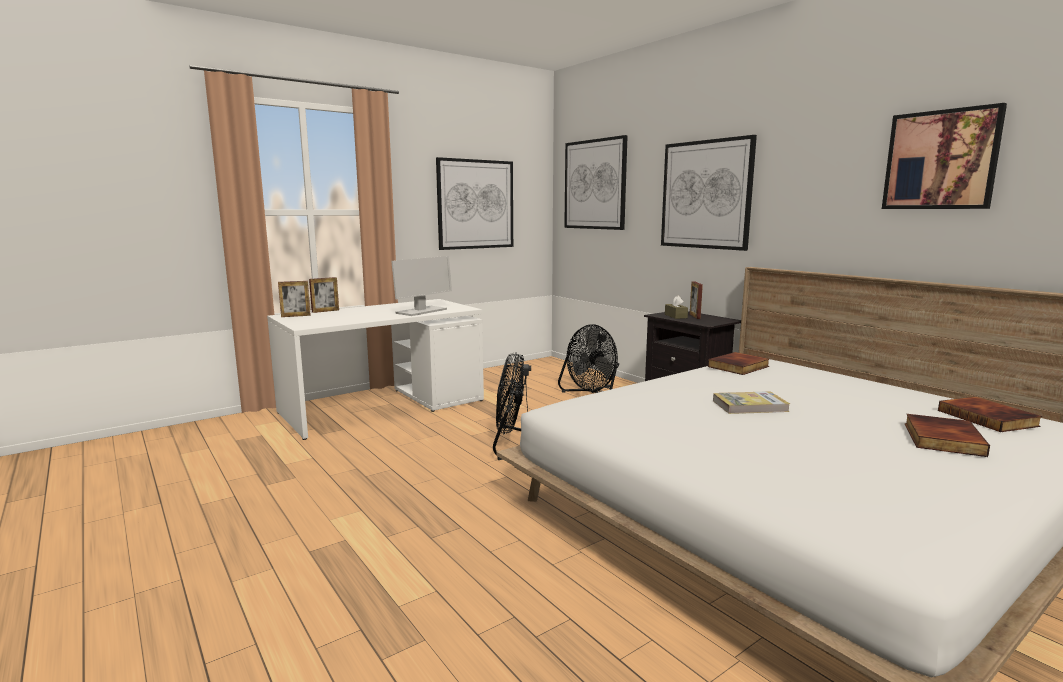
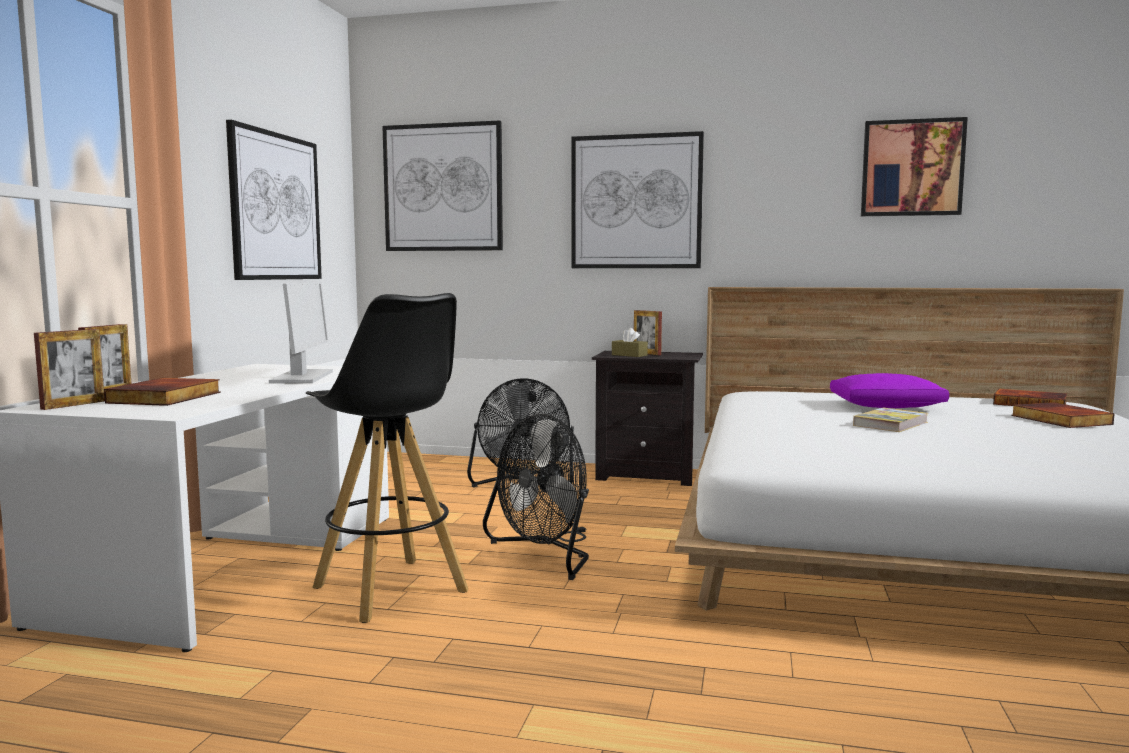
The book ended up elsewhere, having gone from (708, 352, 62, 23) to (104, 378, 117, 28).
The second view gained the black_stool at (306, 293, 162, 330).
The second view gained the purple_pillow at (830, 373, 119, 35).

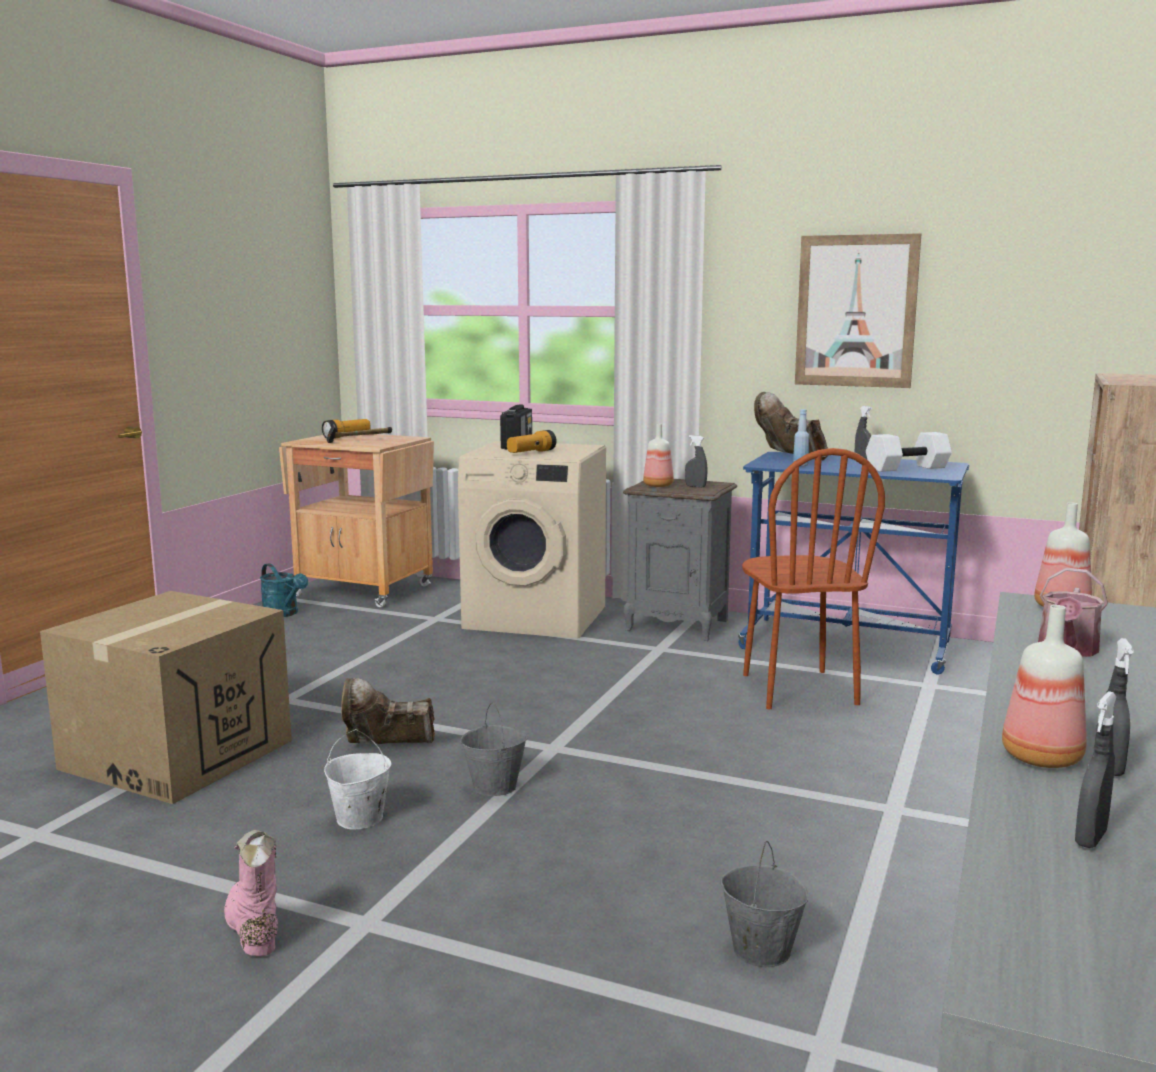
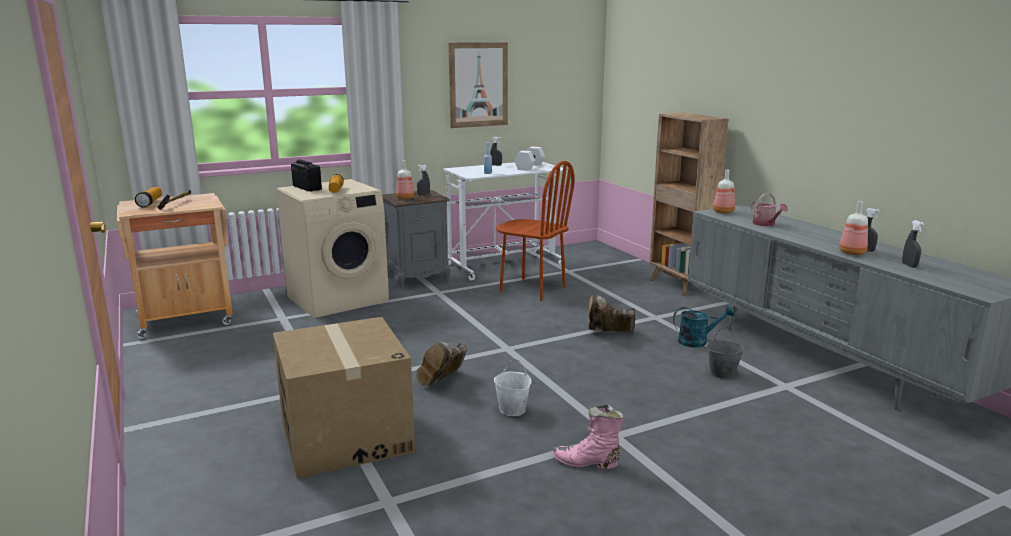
The brown_boot ended up elsewhere, having gone from (754, 392, 74, 68) to (589, 295, 46, 37).
What was the blue_desk at (738, 452, 231, 223) turned into the white_desk at (444, 162, 123, 118).
The turquoise_watering_can ended up elsewhere, having gone from (260, 563, 48, 54) to (673, 305, 62, 42).
The second view lost the grey_bucket at (461, 702, 67, 94).

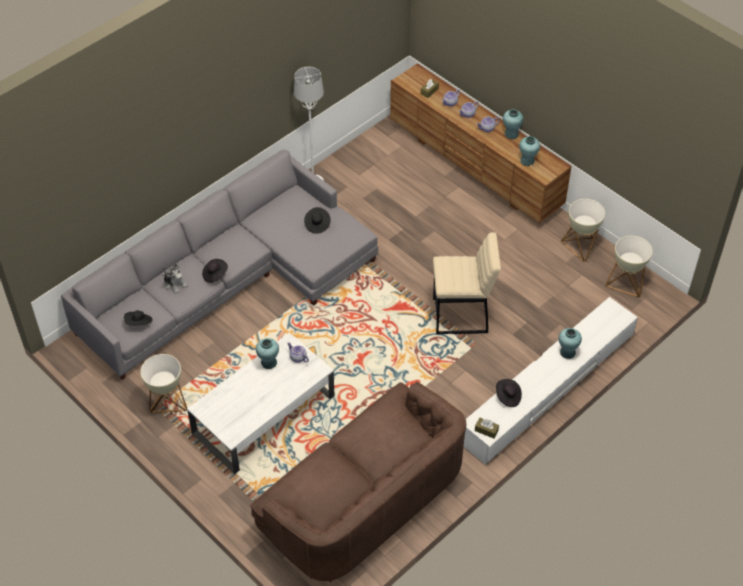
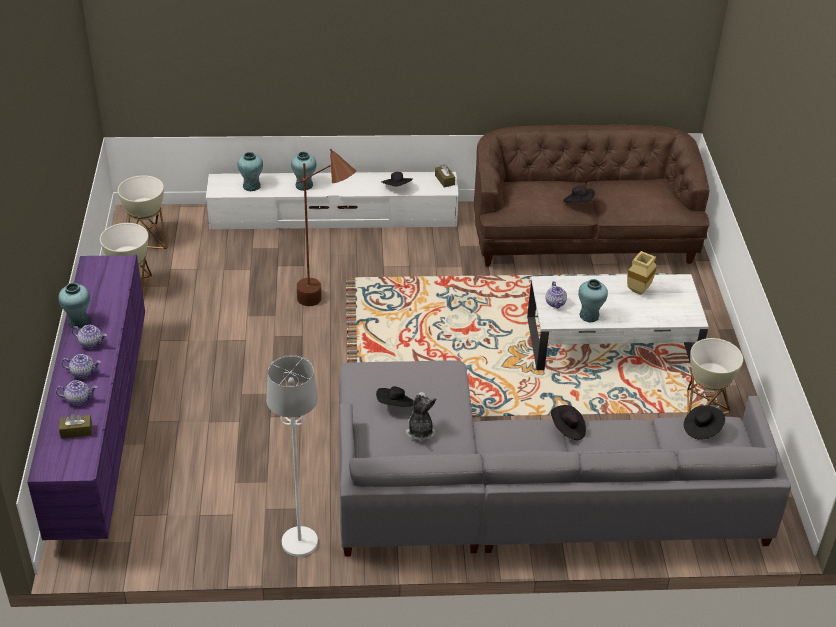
What was the brown_cabinet at (390, 63, 182, 160) turned into the purple_cabinet at (27, 254, 118, 286).
The turquoise_vase ended up elsewhere, having gone from (519, 136, 21, 30) to (237, 152, 26, 39).
Where the beige_stool stood at (433, 232, 68, 102), the brown_floor_lamp came to stand at (297, 149, 59, 157).
The plush_toy ended up elsewhere, having gone from (163, 264, 25, 30) to (406, 392, 31, 49).
The second view gained the black_hat at (563, 186, 32, 16).
The second view gained the beige_vase at (627, 251, 30, 44).

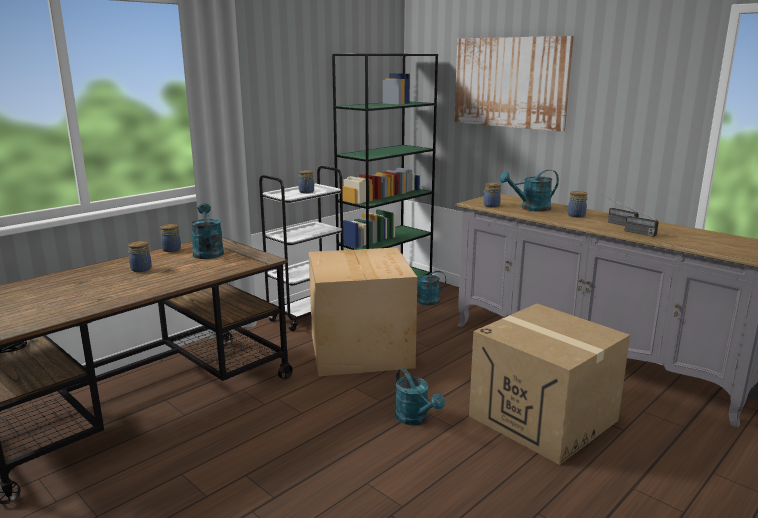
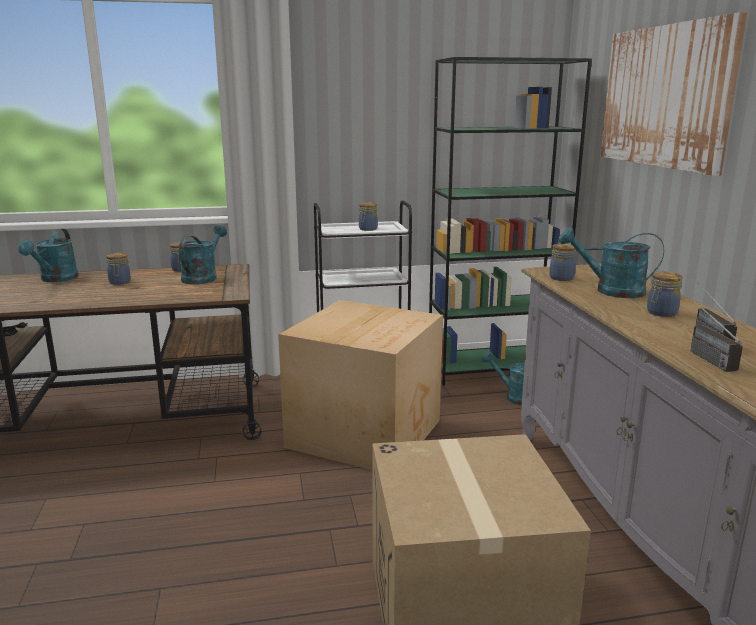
The turquoise_watering_can ended up elsewhere, having gone from (395, 368, 50, 57) to (18, 229, 61, 53).

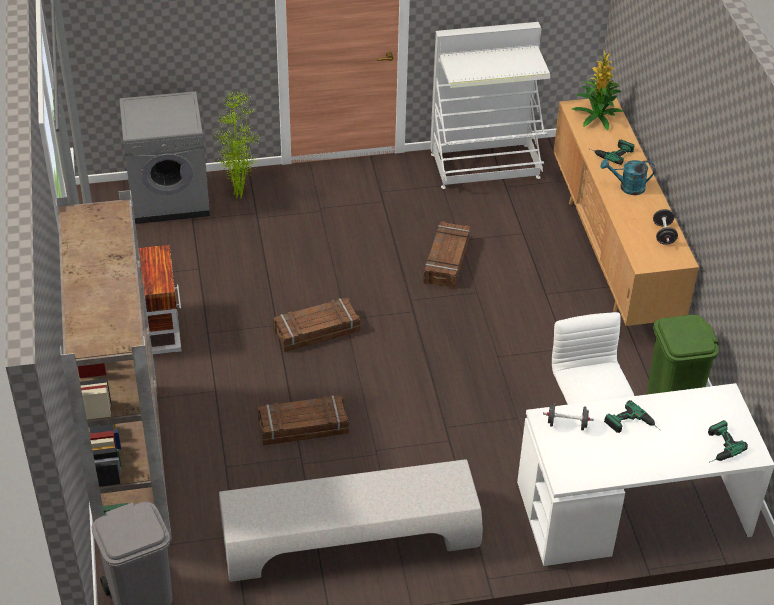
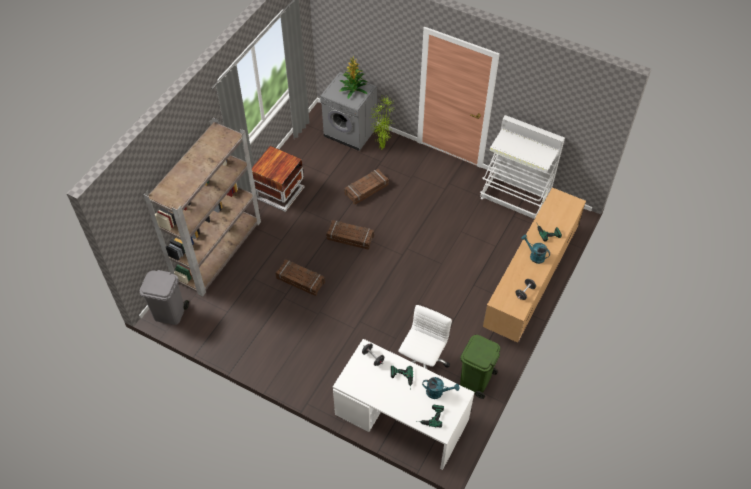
The potted_plant ended up elsewhere, having gone from (572, 50, 52, 80) to (339, 55, 28, 44).
The crate ended up elsewhere, having gone from (423, 221, 47, 68) to (344, 169, 45, 36).
The second view lost the grey_bench at (219, 459, 263, 123).
The second view gained the turquoise_watering_can at (422, 377, 37, 22).

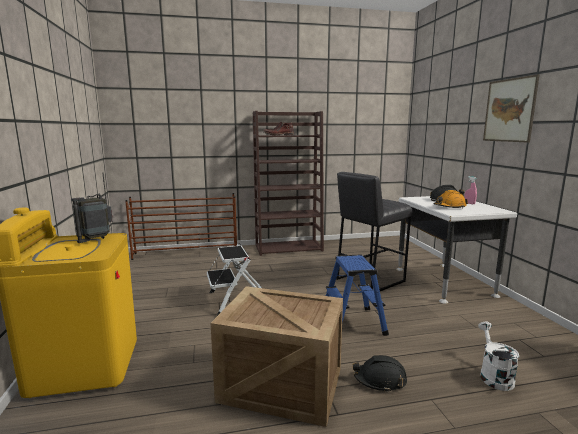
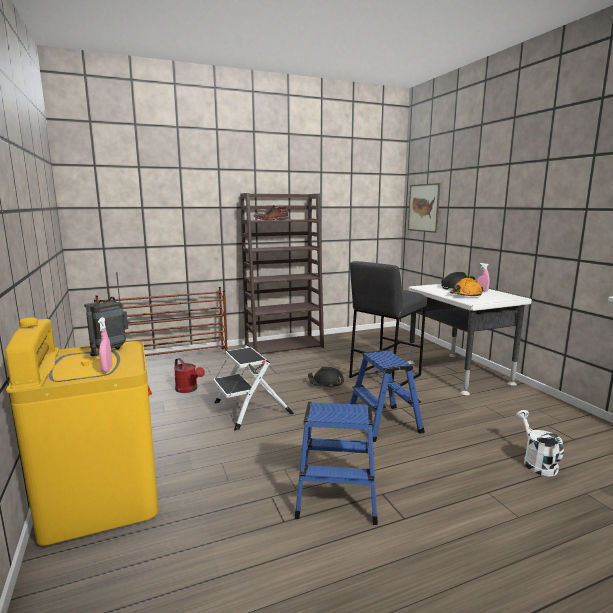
The picture ended up elsewhere, having gone from (483, 74, 57, 69) to (408, 183, 32, 50).
Where the crate stood at (211, 286, 132, 141), the blue_step_ladder came to stand at (295, 402, 83, 123).
The black_hard_hat ended up elsewhere, having gone from (352, 355, 55, 38) to (308, 367, 36, 21).
The second view gained the pink_spray_bottle at (98, 317, 15, 55).
The second view gained the red_watering_can at (174, 358, 31, 35).

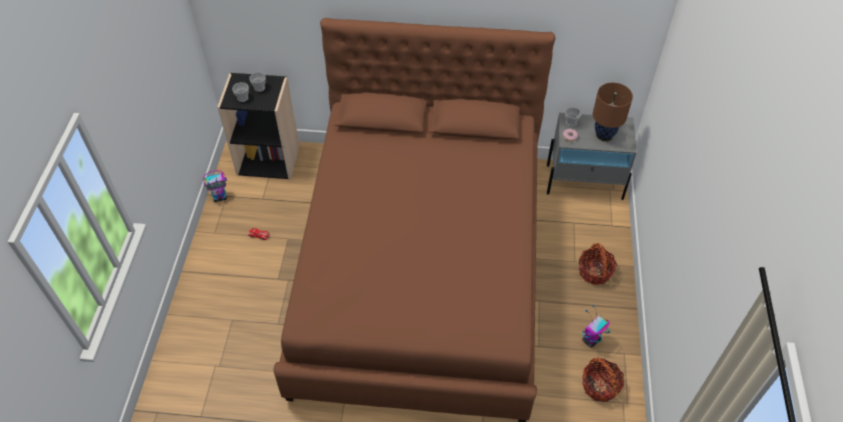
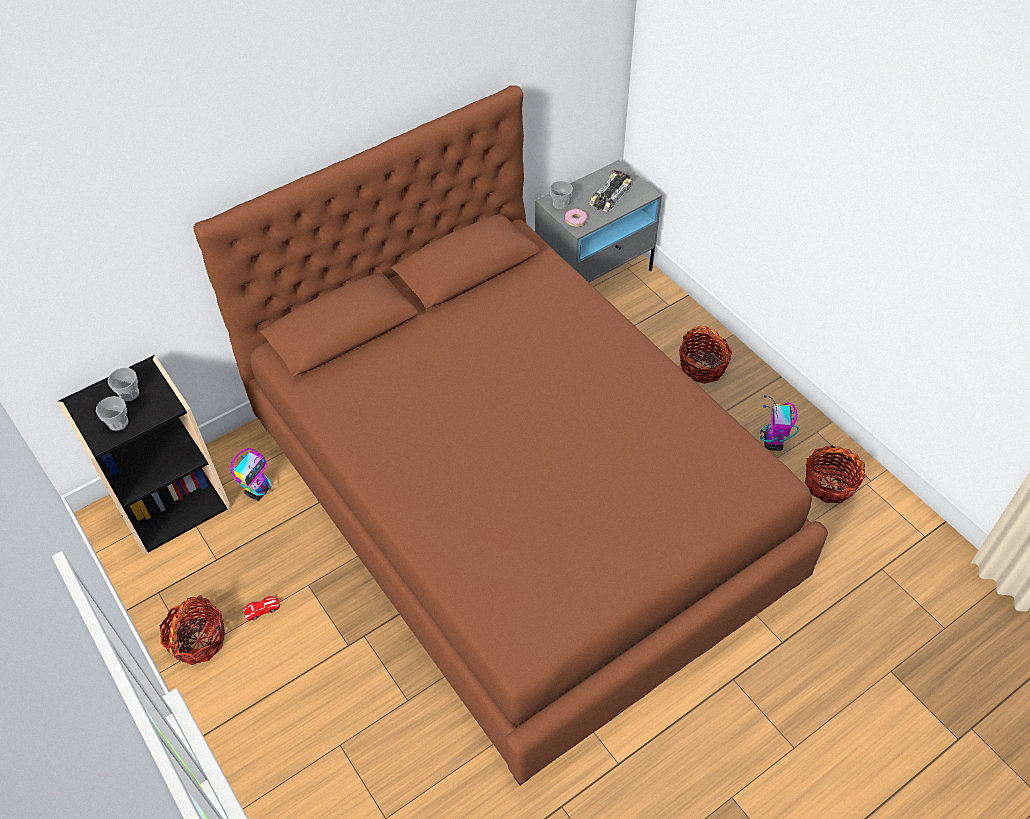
Where the brown_table_lamp stood at (593, 83, 40, 58), the toy_car came to stand at (589, 169, 44, 43).
The toy_robot ended up elsewhere, having gone from (203, 170, 24, 32) to (230, 448, 41, 53).
The second view gained the basket at (160, 595, 65, 70).

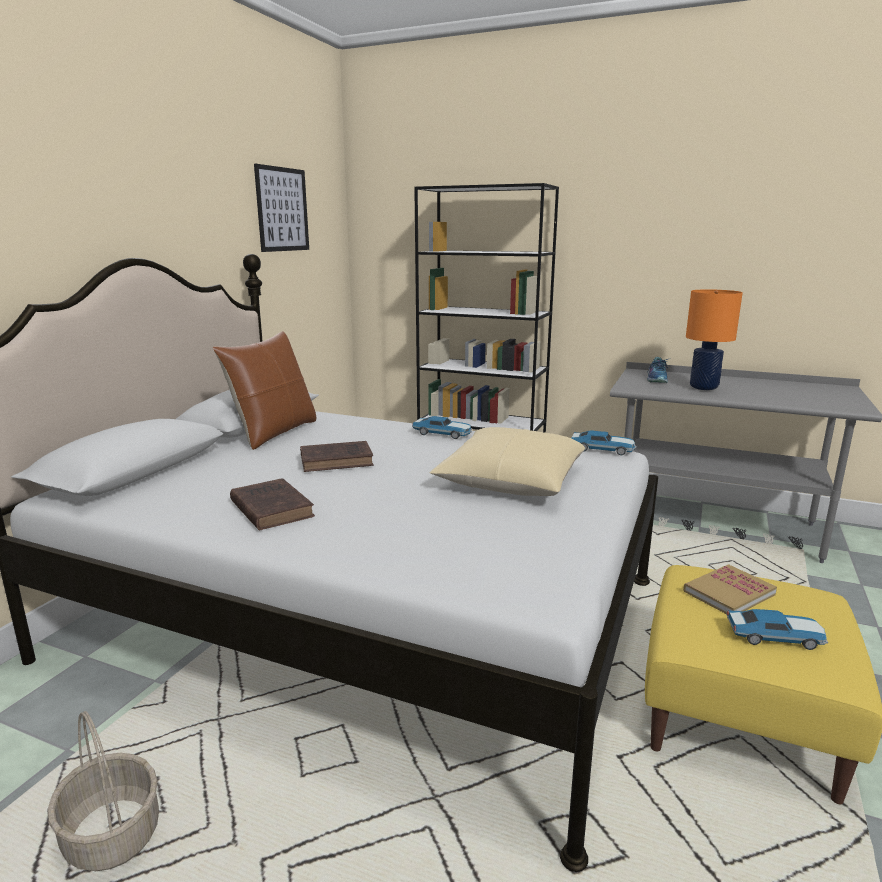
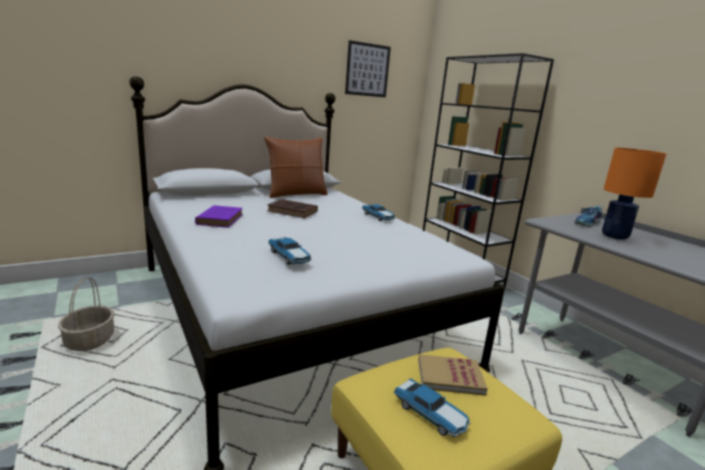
The second view lost the beige_pillow at (430, 427, 155, 69).
The toy_car ended up elsewhere, having gone from (572, 430, 65, 26) to (268, 237, 43, 28).
What was the brown_book at (230, 478, 85, 52) turned into the purple_book at (195, 205, 48, 23).

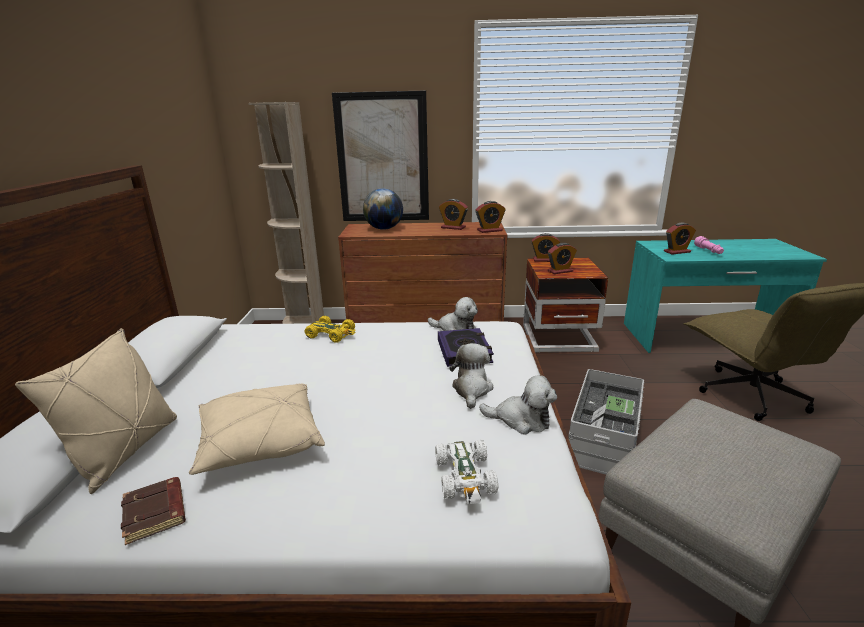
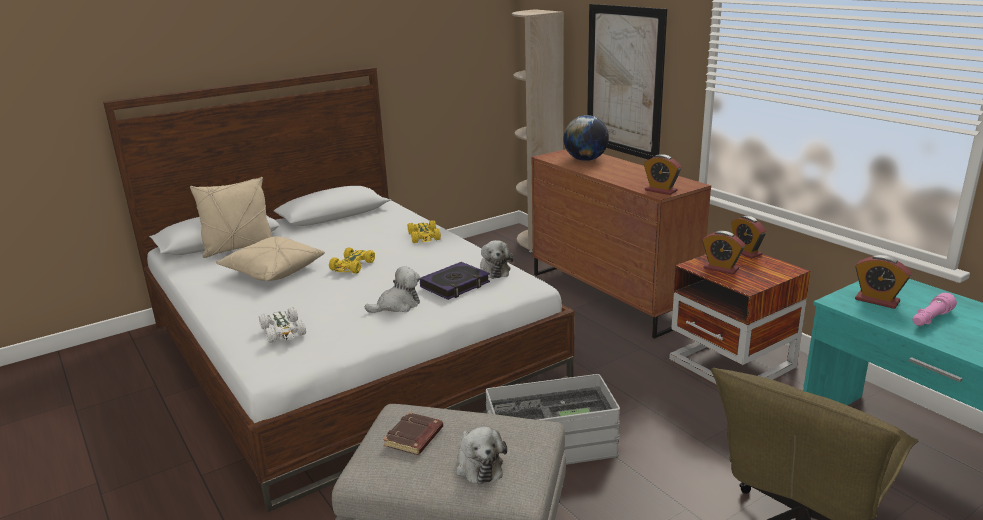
The second view lost the alarm_clock at (439, 199, 29, 31).
The plush_toy ended up elsewhere, having gone from (479, 375, 78, 60) to (456, 427, 51, 58).
The white_toy_car at (435, 440, 64, 64) ended up facing another way, 75 degrees counterclockwise from before.
The brown_book ended up elsewhere, having gone from (121, 477, 65, 68) to (383, 412, 60, 43).
The second view gained the yellow_toy_car at (329, 247, 46, 27).

